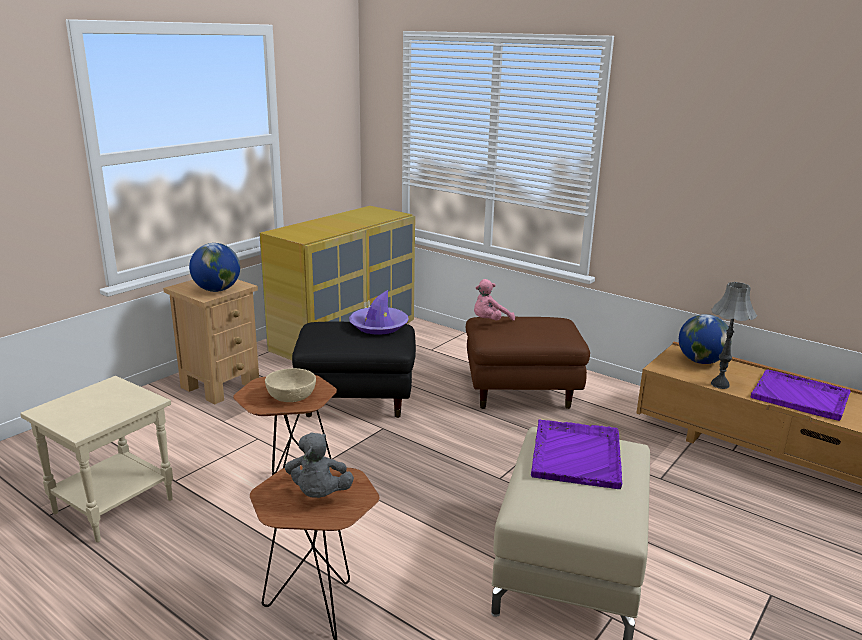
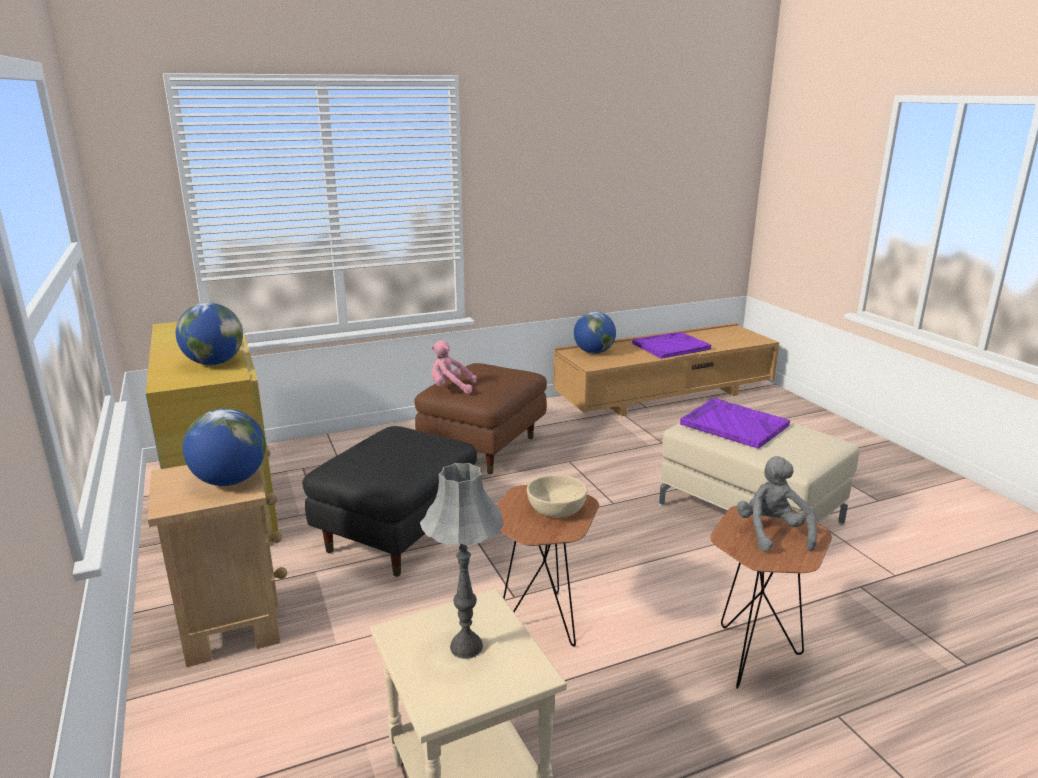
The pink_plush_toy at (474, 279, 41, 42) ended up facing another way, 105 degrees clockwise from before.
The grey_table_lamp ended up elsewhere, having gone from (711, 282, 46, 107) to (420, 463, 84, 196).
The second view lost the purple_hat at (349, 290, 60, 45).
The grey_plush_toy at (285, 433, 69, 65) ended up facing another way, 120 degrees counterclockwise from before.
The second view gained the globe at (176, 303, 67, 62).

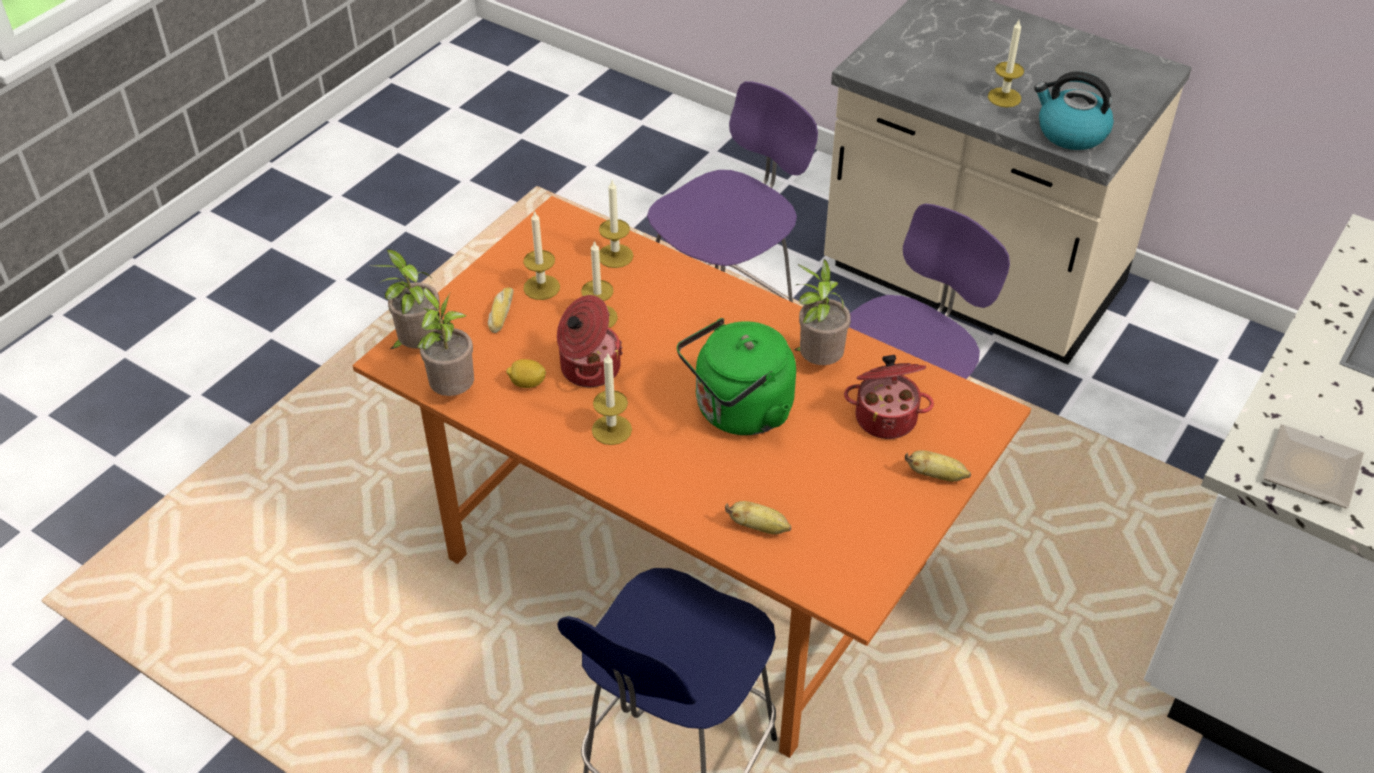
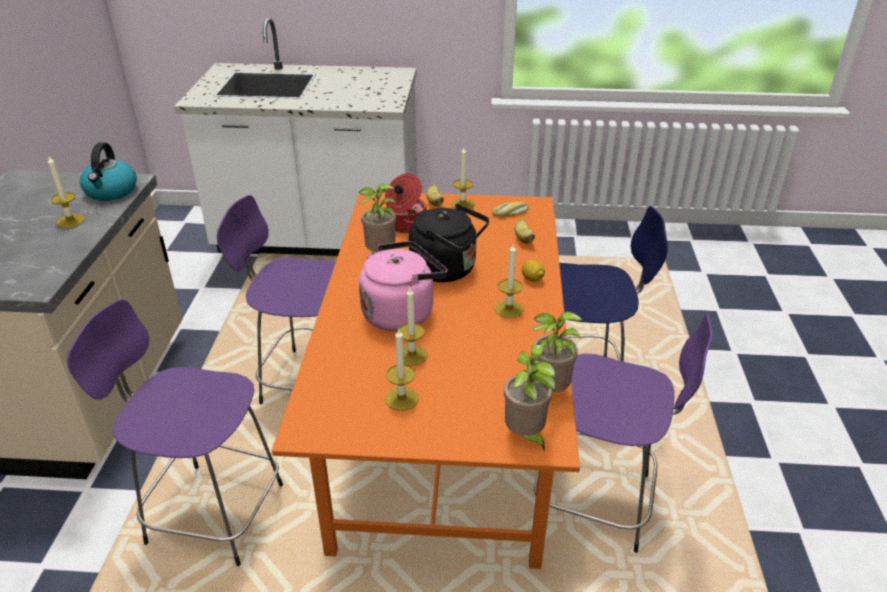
The candle ended up elsewhere, having gone from (599, 180, 35, 88) to (451, 147, 23, 62).
The bread ended up elsewhere, having gone from (488, 287, 25, 46) to (492, 202, 37, 14).
The second view lost the cooking_pot at (557, 295, 66, 92).
What was the green_kettle at (677, 318, 119, 117) turned into the black_kettle at (409, 203, 80, 79).
The lemon ended up elsewhere, having gone from (506, 359, 40, 29) to (522, 260, 23, 22).
The second view lost the plate at (1263, 424, 101, 84).
The second view gained the pink_kettle at (359, 241, 89, 90).
The second view gained the purple_stool at (534, 313, 179, 240).

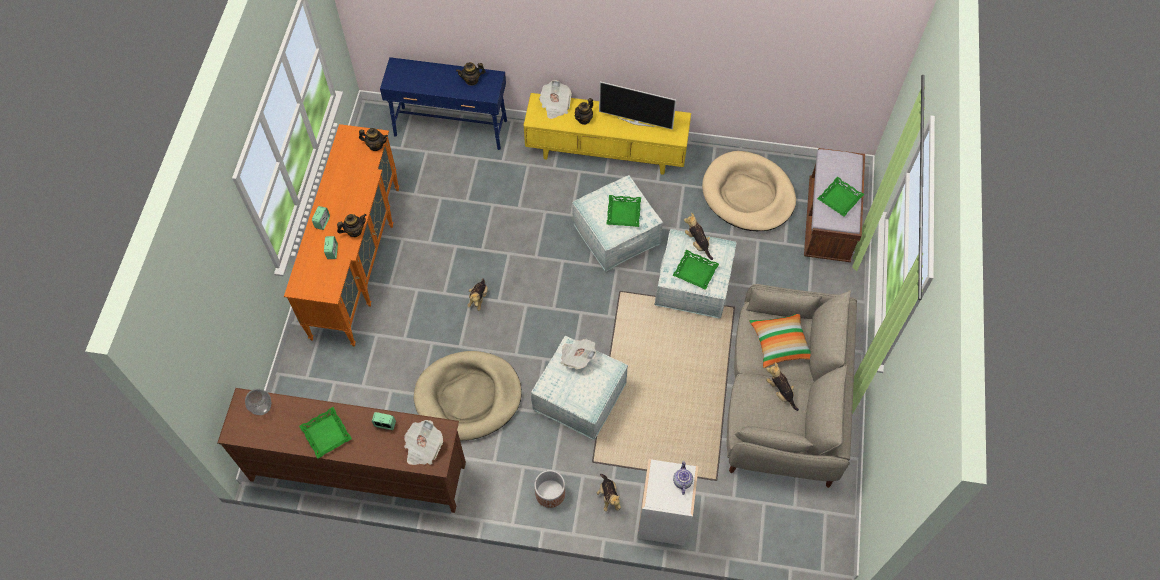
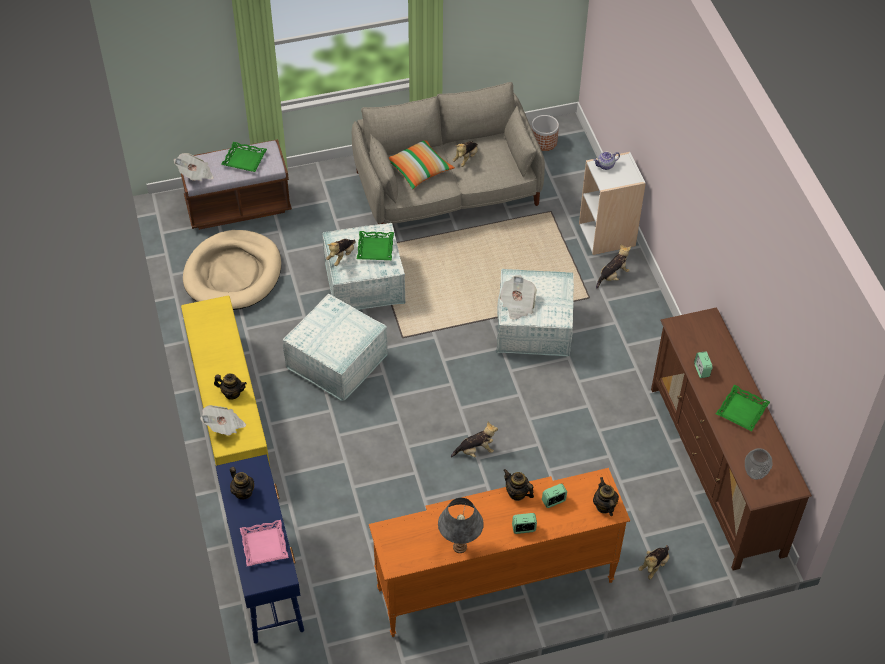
The second view lost the television at (599, 82, 77, 48).
The teapot ended up elsewhere, having gone from (359, 128, 29, 23) to (593, 477, 26, 39).
The second view lost the green_tray at (606, 195, 35, 32).
The second view lost the beige_dog_bed at (414, 351, 108, 90).
The newspaper ended up elsewhere, having gone from (404, 420, 39, 45) to (174, 153, 40, 28).
The planter ended up elsewhere, having gone from (534, 470, 31, 38) to (532, 115, 27, 36).
The second view gained the grey_table_lamp at (438, 498, 46, 55).
The second view gained the pink_tray at (240, 520, 49, 46).
The second view gained the plush_toy at (638, 545, 31, 34).

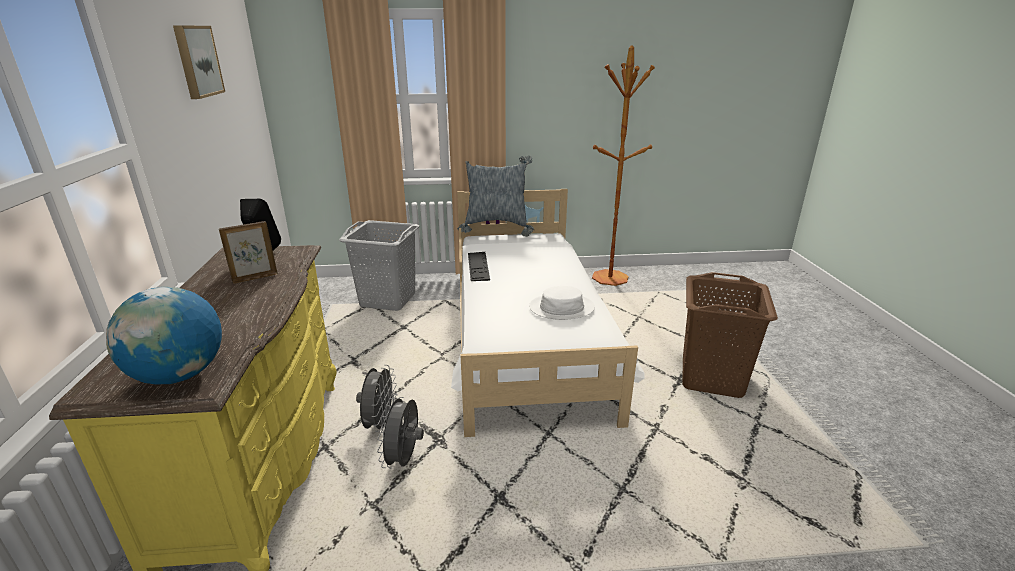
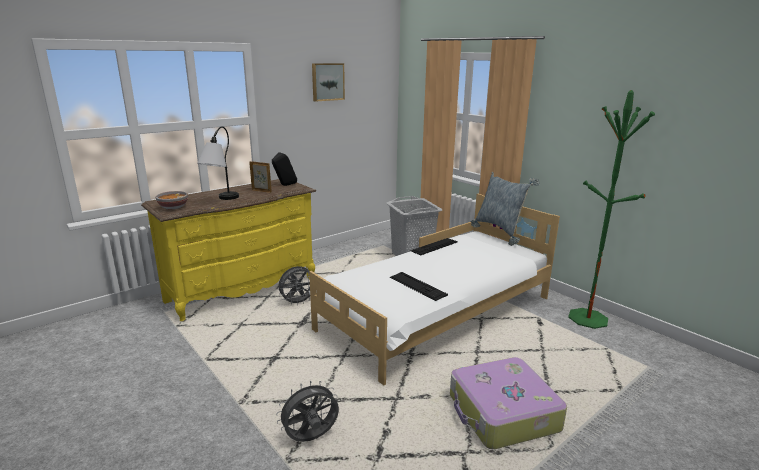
What was the orange_clothes_rack at (592, 45, 63, 241) turned into the green_clothes_rack at (568, 90, 87, 239).
Where the brown_laundry_basket stood at (682, 272, 96, 126), the suitcase came to stand at (450, 357, 117, 92).
Where the white_hat stood at (529, 286, 66, 34), the keyboard came to stand at (390, 272, 58, 29).
Where the globe stood at (106, 287, 116, 98), the bowl came to stand at (155, 191, 33, 18).
The grey_fan ended up elsewhere, having gone from (377, 394, 47, 74) to (276, 381, 63, 61).
The second view gained the table_lamp at (198, 126, 41, 74).

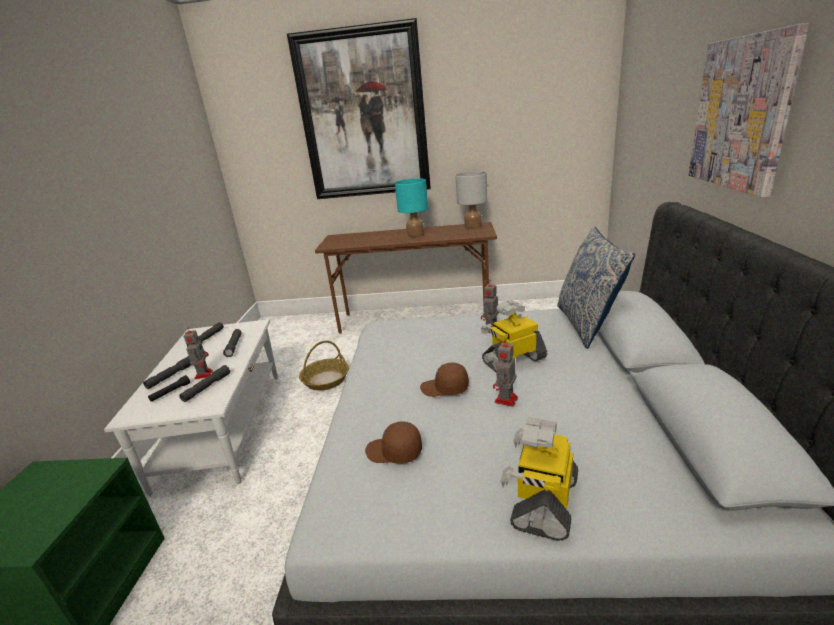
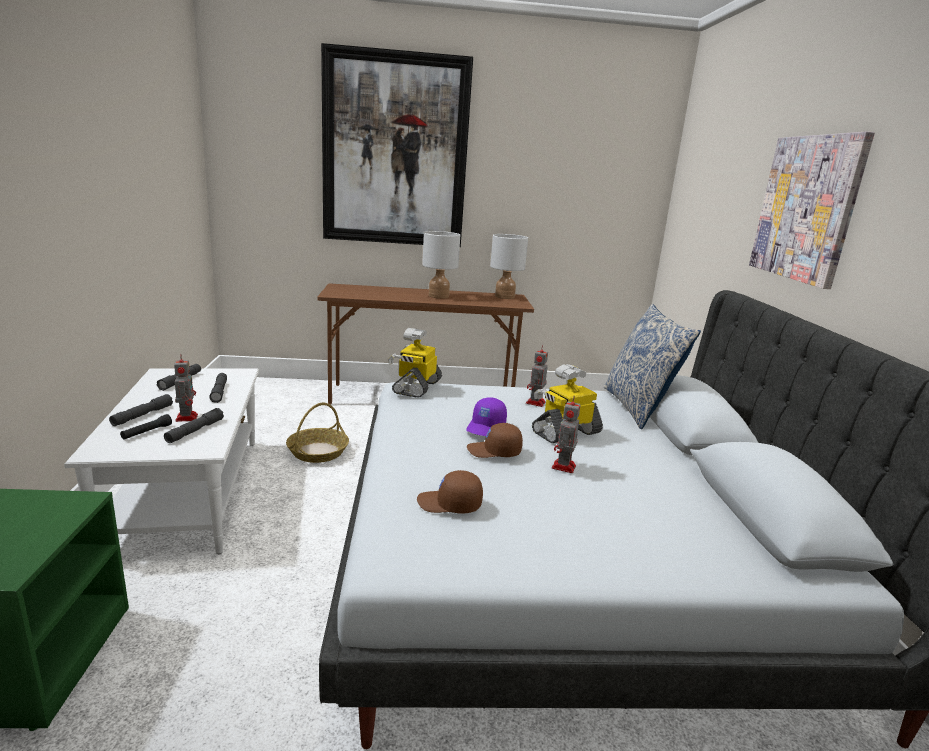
What was the turquoise_table_lamp at (395, 178, 33, 59) turned into the grey_table_lamp at (422, 231, 38, 68).
The toy_robot ended up elsewhere, having gone from (500, 417, 78, 124) to (388, 328, 54, 70).
The second view gained the purple_cap at (466, 397, 41, 39).

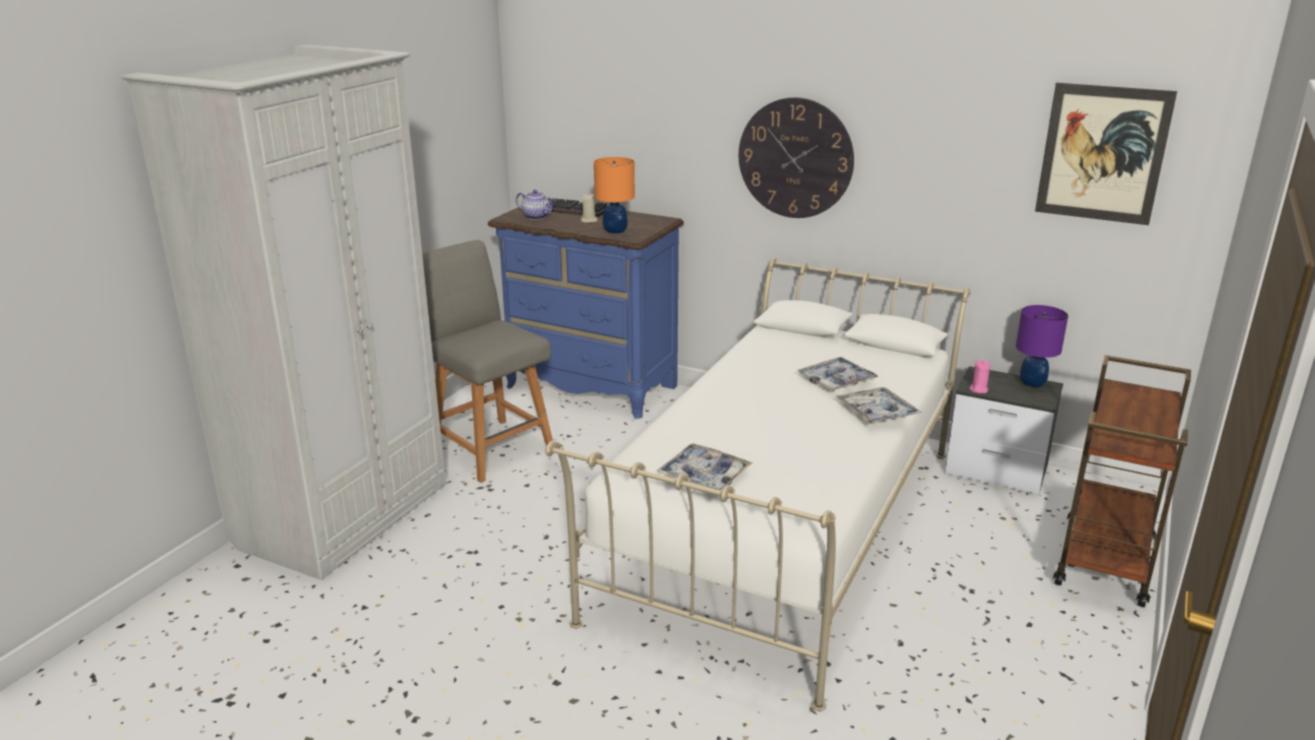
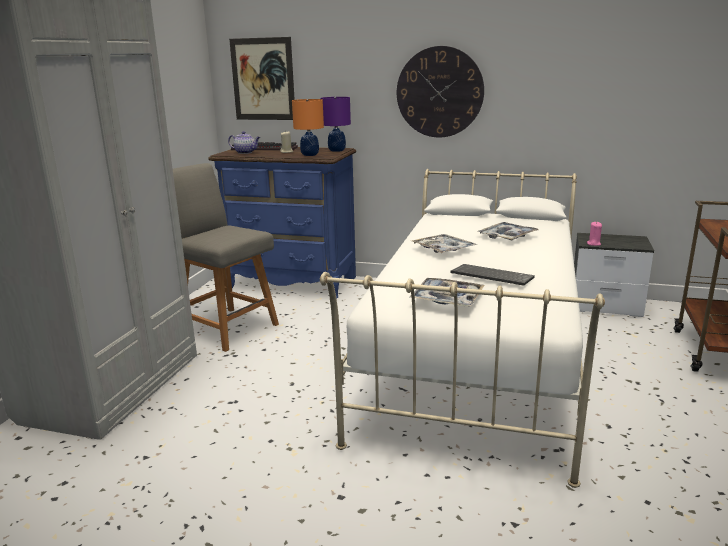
The picture ended up elsewhere, having gone from (1035, 83, 142, 142) to (229, 37, 66, 83).
The purple_table_lamp ended up elsewhere, having gone from (1016, 305, 52, 82) to (320, 97, 31, 55).
The tray ended up elsewhere, having gone from (836, 387, 86, 37) to (412, 234, 65, 19).
The second view gained the keyboard at (450, 264, 85, 22).

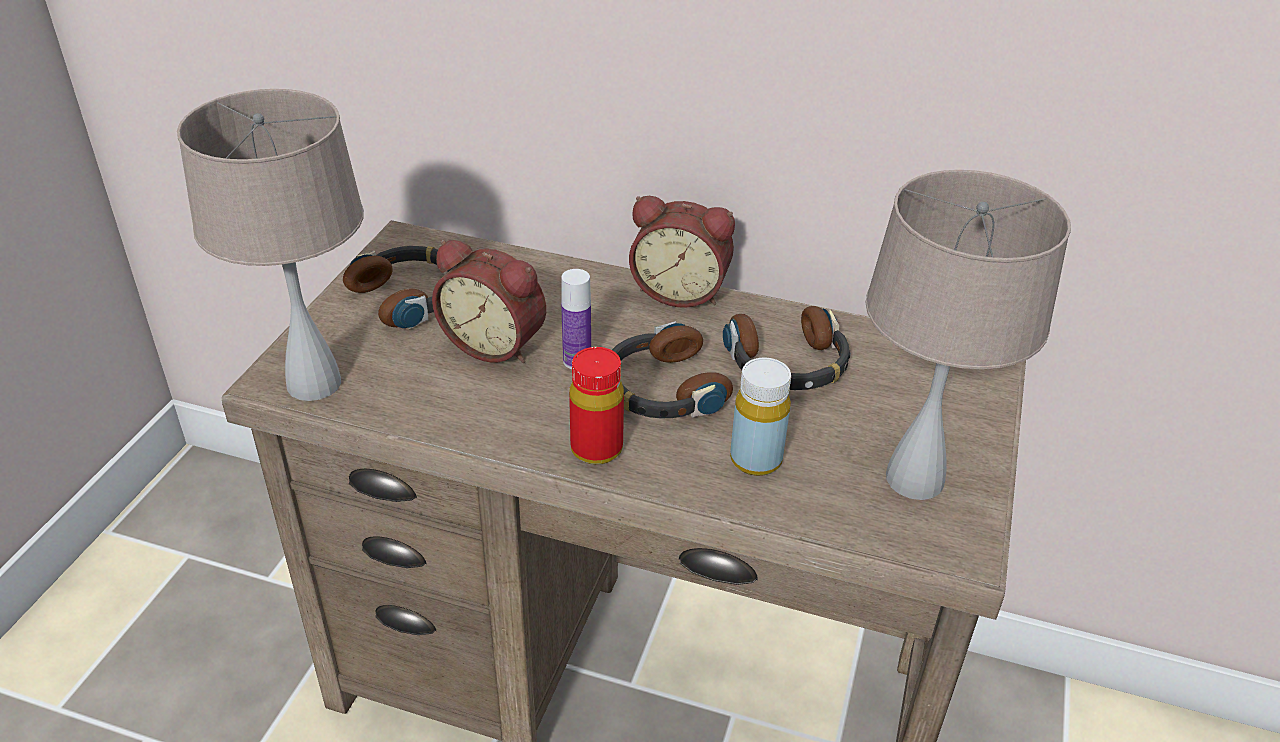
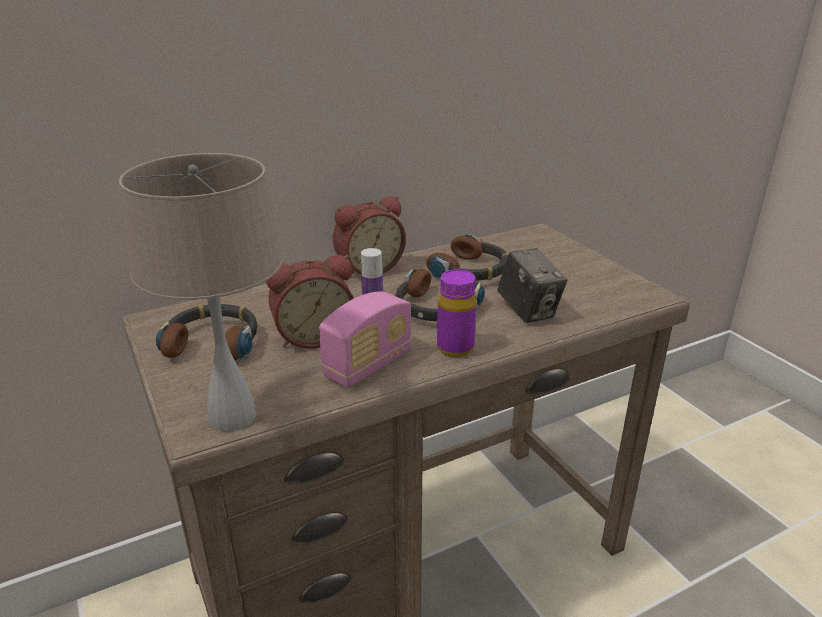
The second view lost the beige_table_lamp at (866, 170, 205, 330).
What was the red_bottle at (569, 347, 55, 118) turned into the purple_bottle at (437, 270, 40, 87).
Where the yellow_bottle stood at (730, 358, 61, 118), the photo_camera came to stand at (497, 248, 70, 75).
The second view gained the radio at (319, 291, 93, 97).

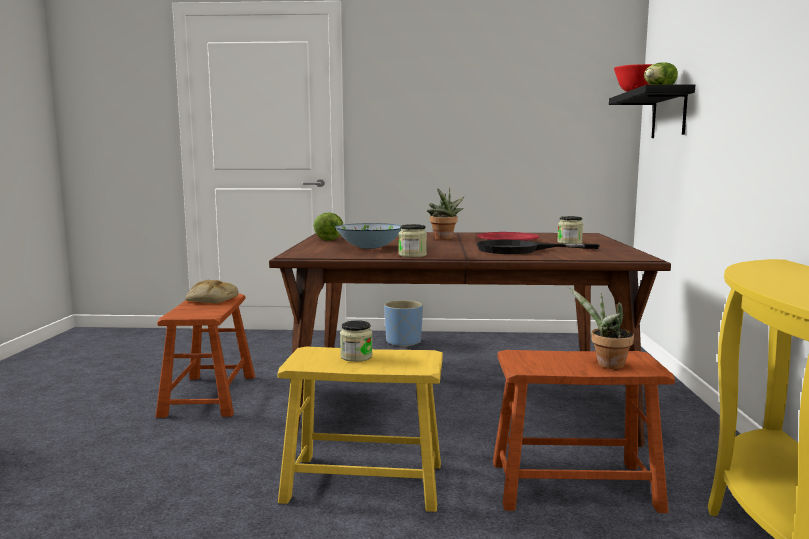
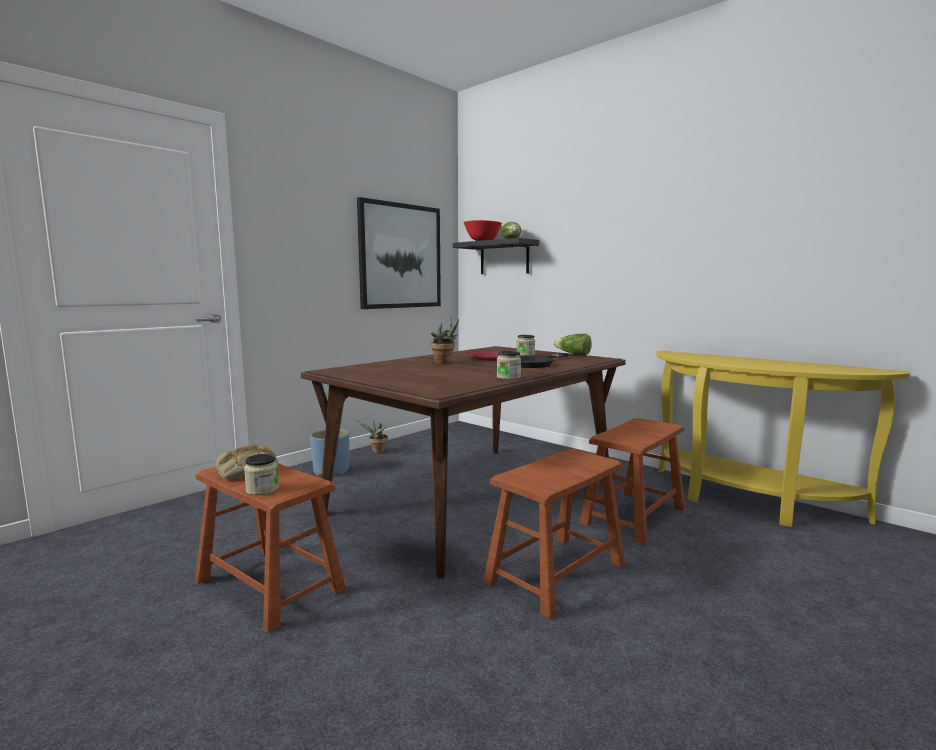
The lettuce ended up elsewhere, having gone from (314, 212, 29, 29) to (554, 334, 38, 22).
The second view lost the bowl at (335, 223, 66, 26).
The potted_plant ended up elsewhere, having gone from (569, 287, 65, 82) to (356, 420, 32, 33).
The jar ended up elsewhere, having gone from (340, 320, 33, 42) to (244, 454, 35, 41).
What was the yellow_stool at (277, 346, 166, 166) turned into the brown_stool at (483, 449, 143, 170).
The second view gained the picture at (357, 197, 84, 112).

